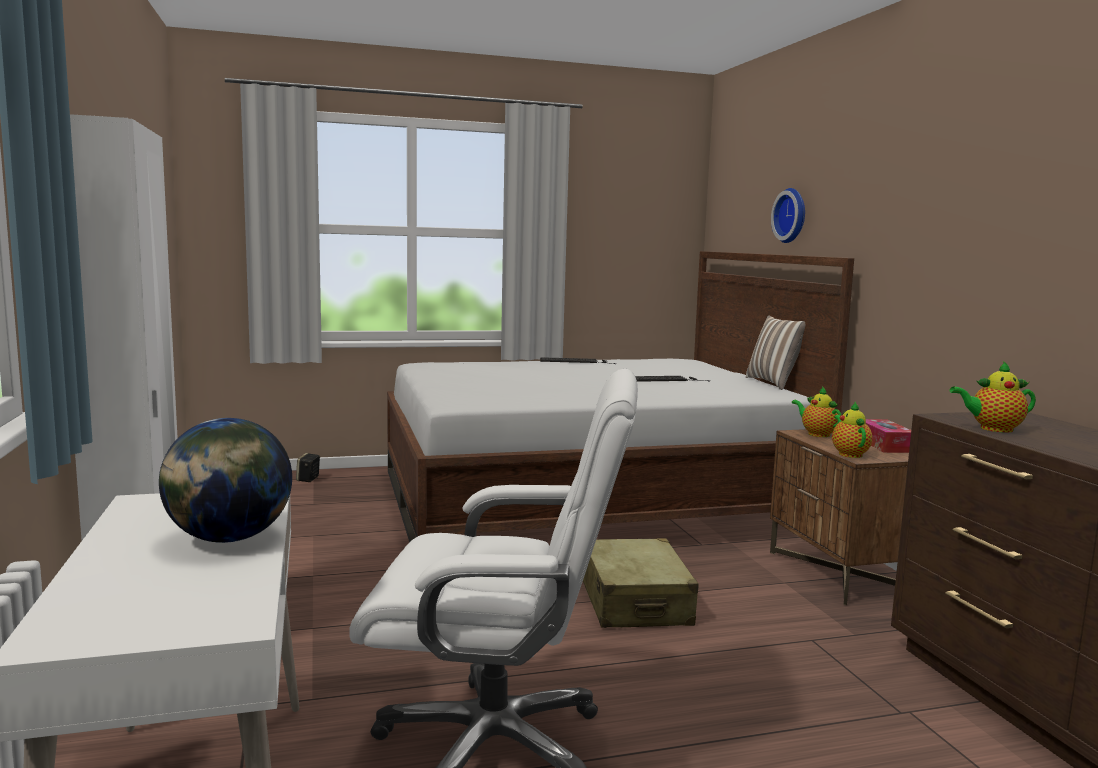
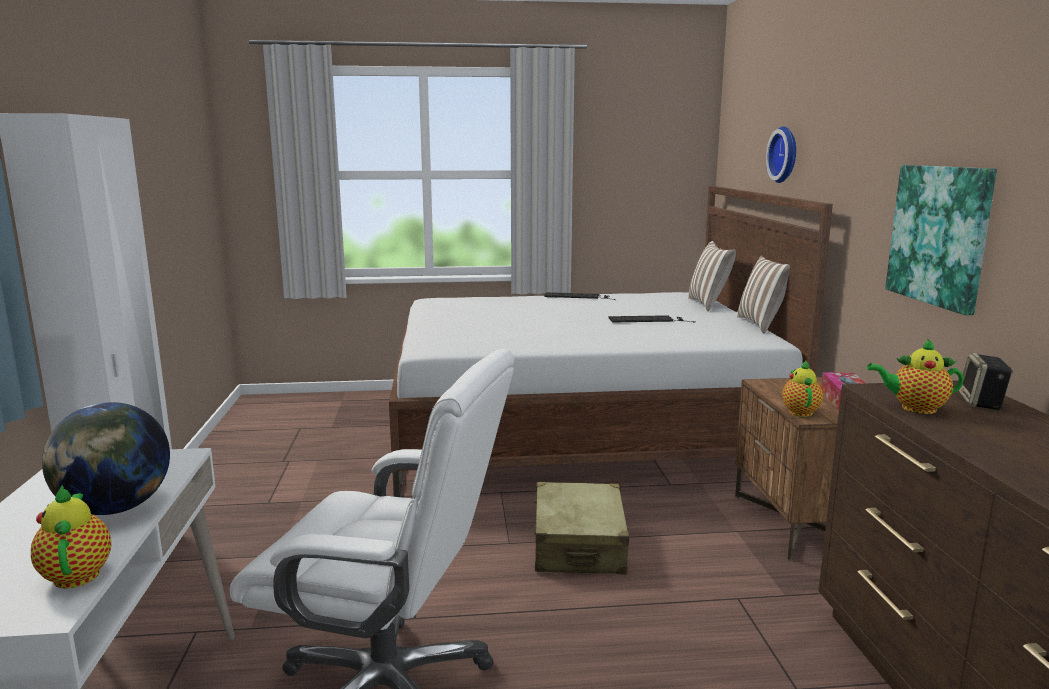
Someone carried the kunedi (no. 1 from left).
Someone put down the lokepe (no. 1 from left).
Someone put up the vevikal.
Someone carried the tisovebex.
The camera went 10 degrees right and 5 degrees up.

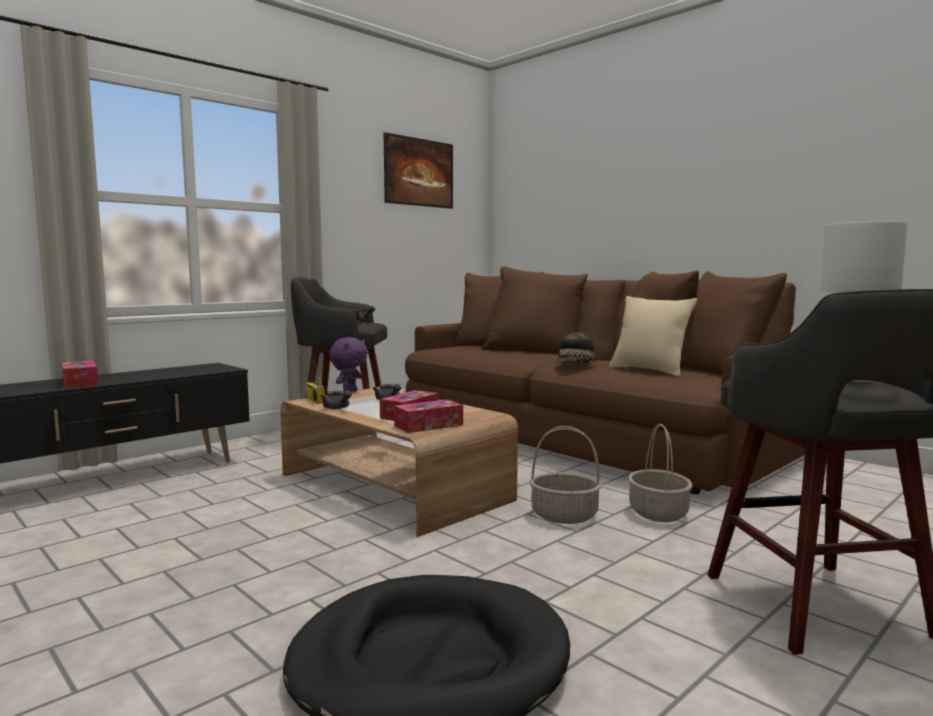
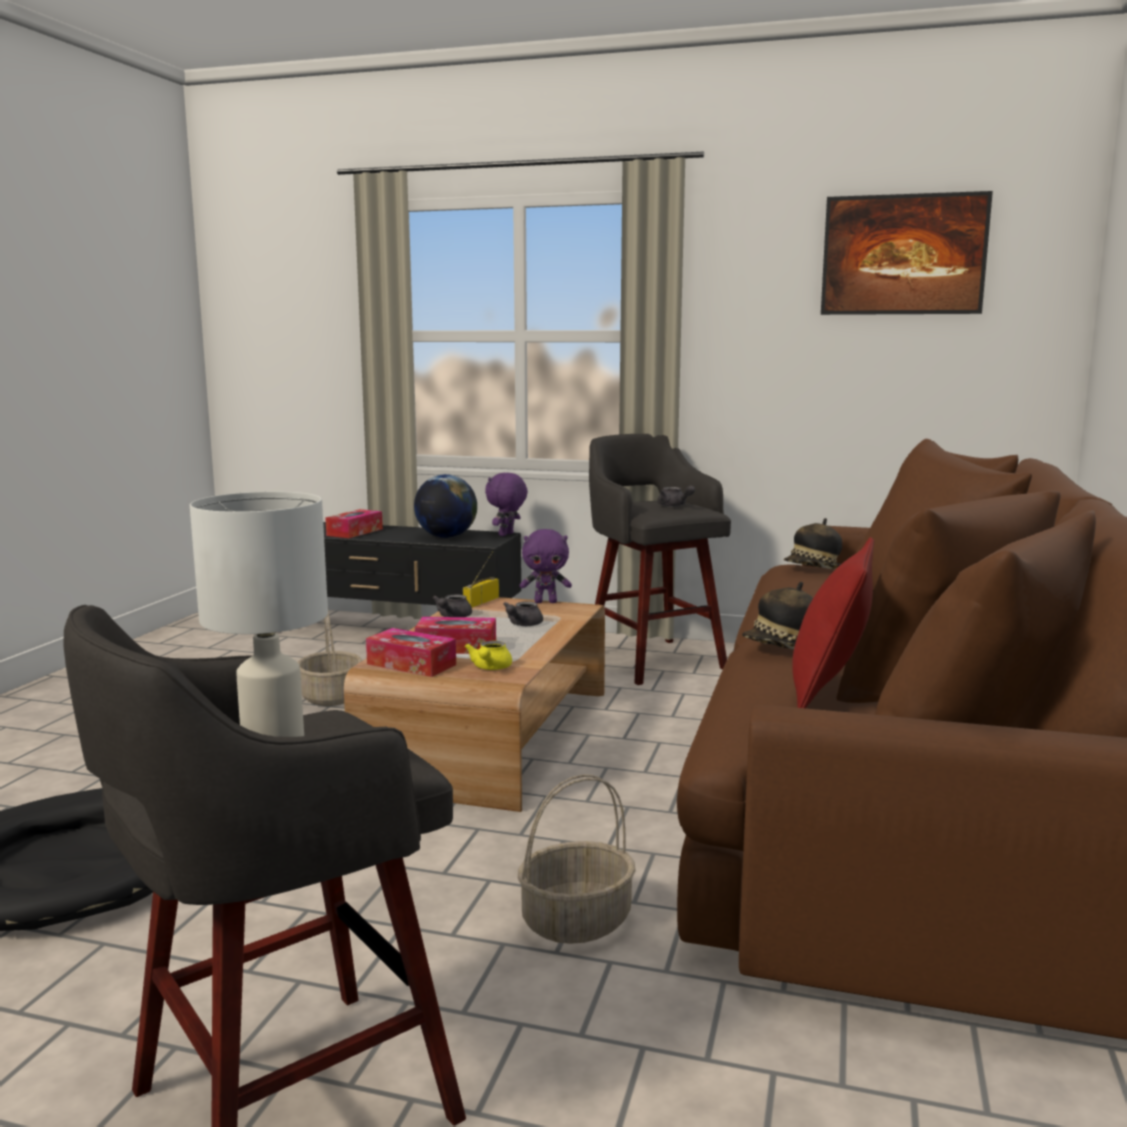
Someone carried the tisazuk (no. 1 from left).
Someone put down the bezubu.
Someone put down the kunedi (yellow).
Someone put down the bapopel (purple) (no. 1 from left).
Someone put down the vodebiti (no. 2 from left).
Someone repainted the lokepe (beige), which became the lokepe (red).
The camera went 60 degrees right and 5 degrees up.

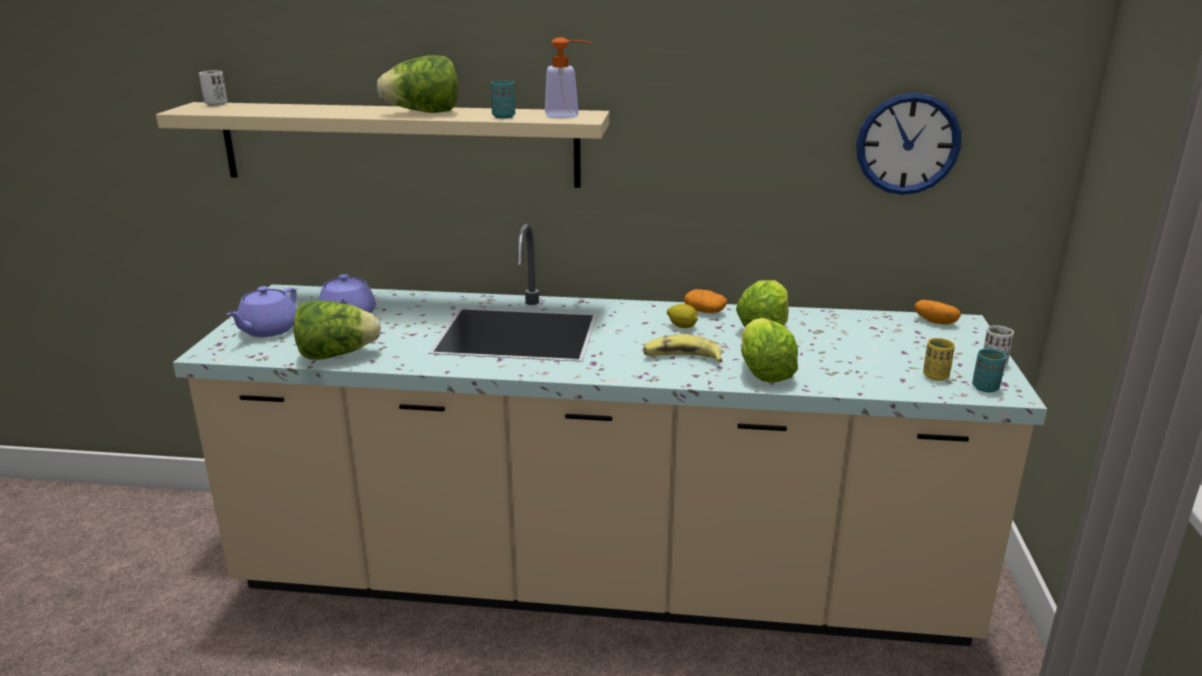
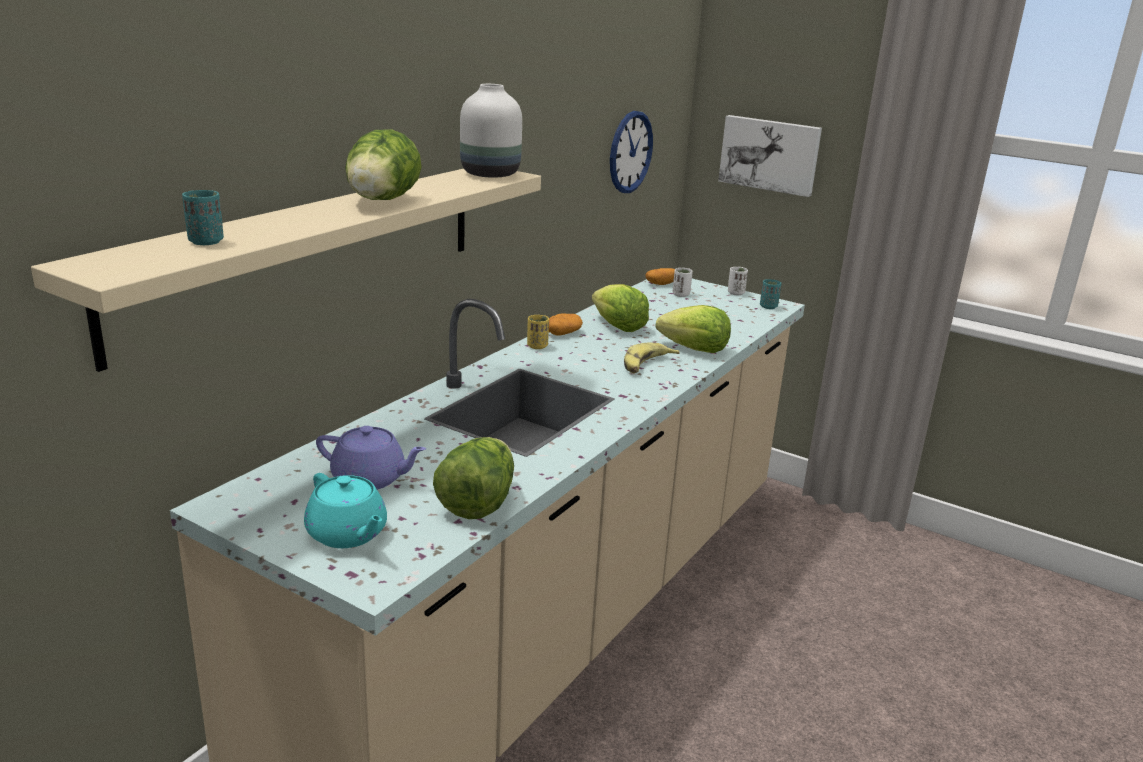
Someone carried the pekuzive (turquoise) (no. 1 from left).
Someone repainted the kunedi (purple) (no. 1 from left), which became the kunedi (turquoise).
Someone swapped the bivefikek for the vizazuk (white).
Someone carried the pekuzive (yellow).
Someone carried the pekuzive (white) (no. 1 from left).
Someone put up the vevikal.
Someone took away the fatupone.
The camera went 65 degrees left and 0 degrees up.

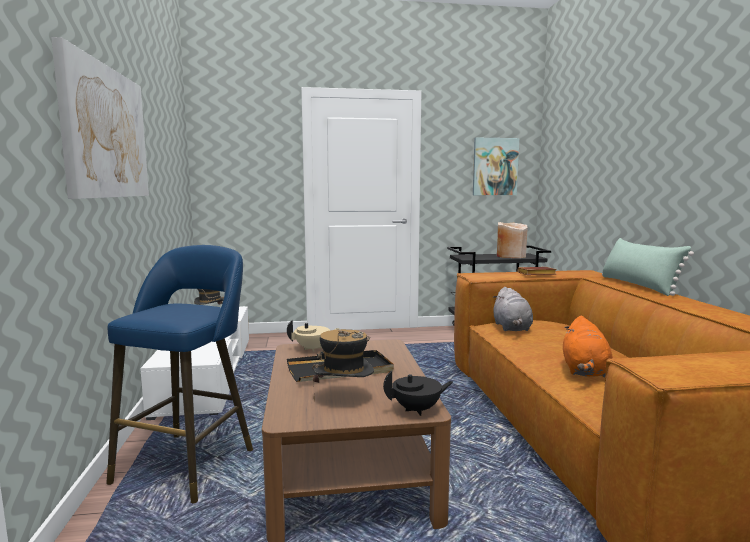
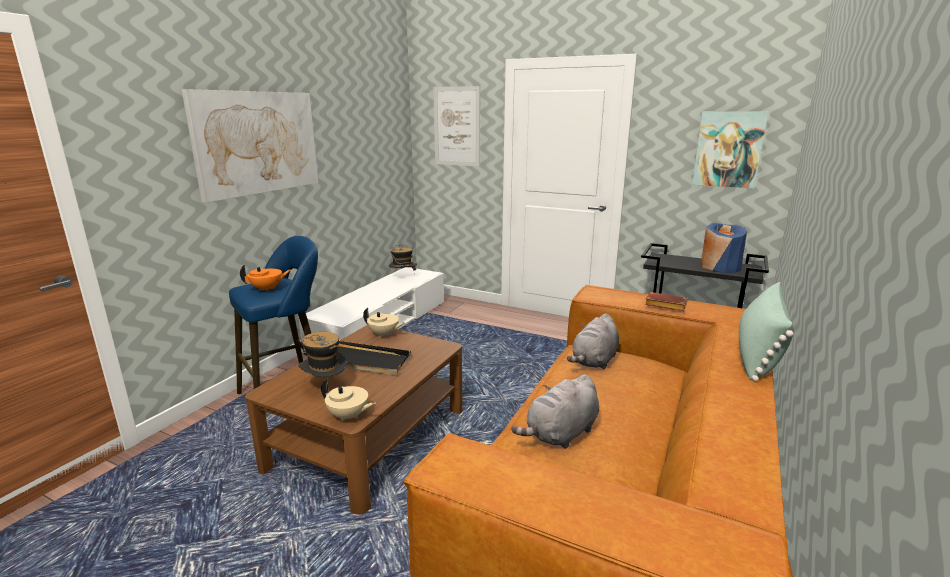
Someone put down the kunedi (orange).
Someone repainted the kunedi (black), which became the kunedi (beige) (no. 1 from left).
Someone put up the vevikal (no. 2 from left).
Someone repainted the bapopel (orange), which became the bapopel (grey) (no. 1 from left).
Someone repainted the vizazuk (beige), which became the vizazuk (blue).
The camera went 35 degrees right and 10 degrees up.

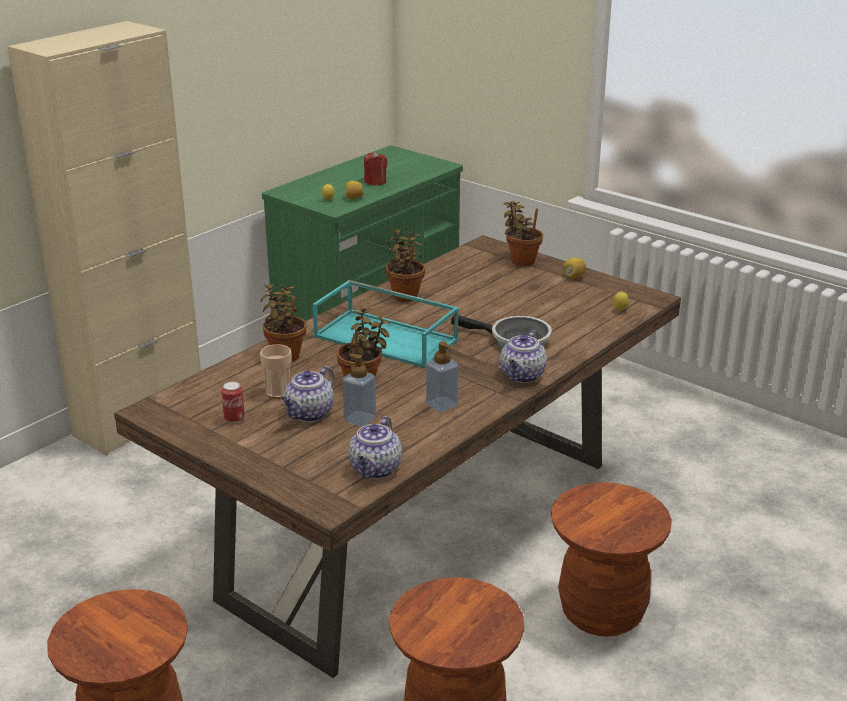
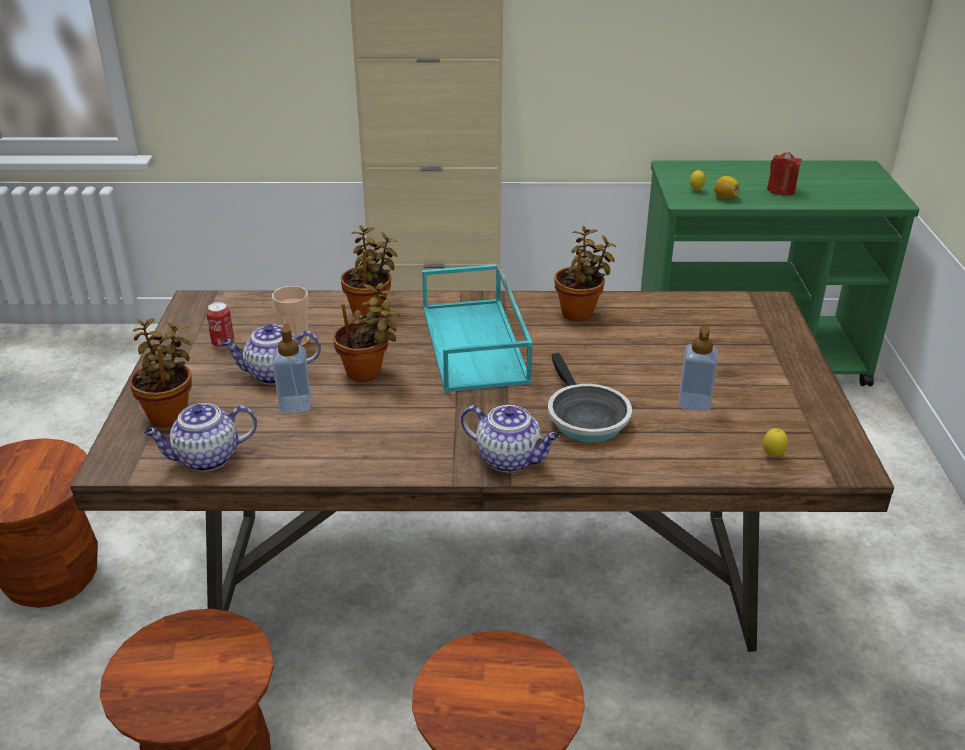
Someone carried the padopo (no. 4 from left in the first image).
Someone rotated the kunedi (no. 3 from left) by 135 degrees counterclockwise.
Someone carried the bivefikek (no. 2 from left).
Someone took away the fatupone (no. 3 from left).
The camera went 50 degrees right and 5 degrees up.

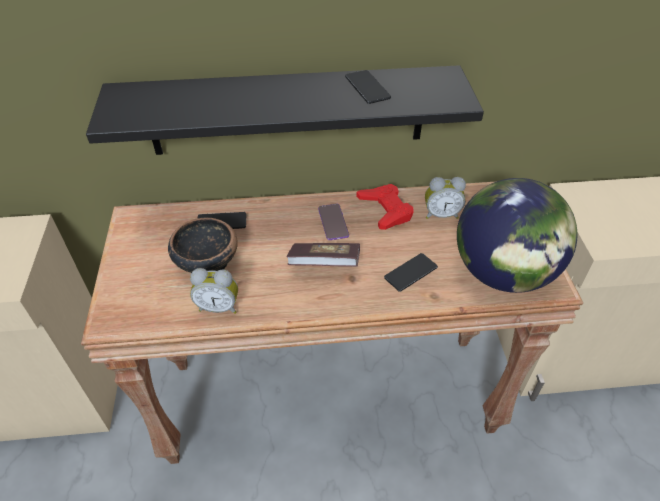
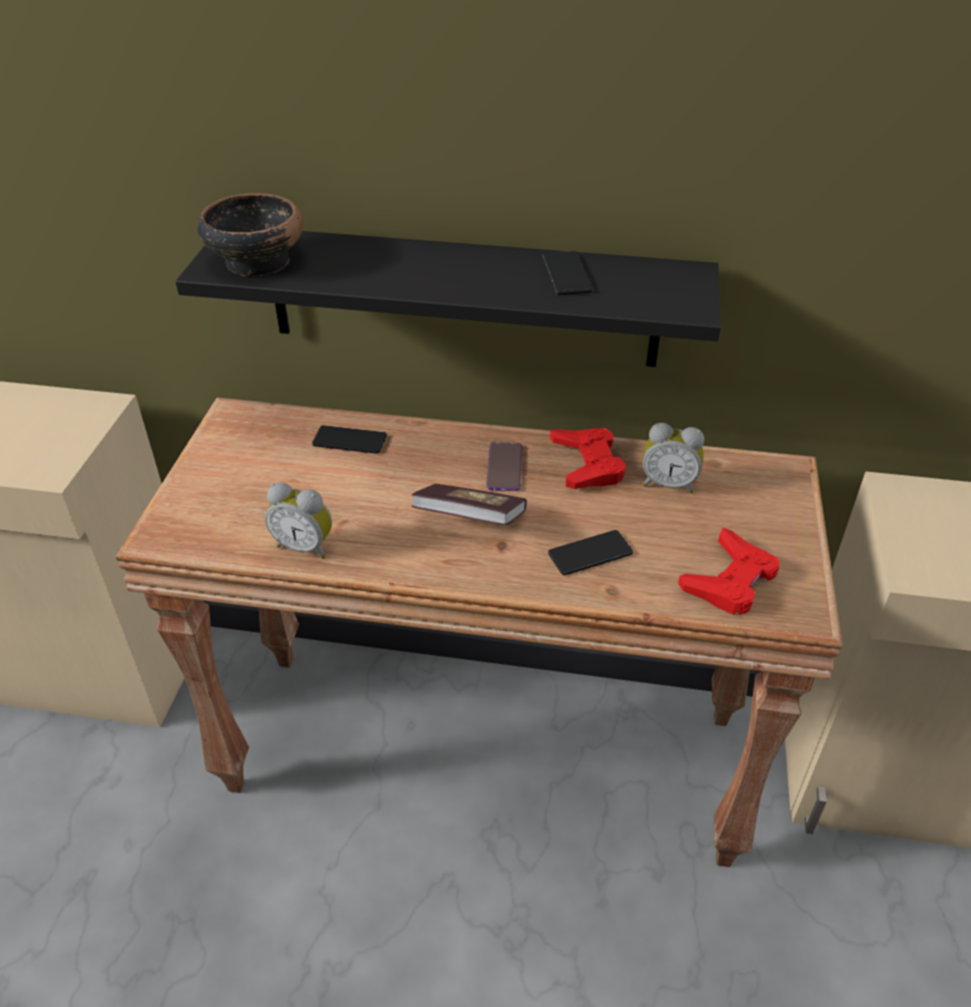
Someone carried the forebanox.
Someone swapped the bezubu for the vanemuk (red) (no. 2 from left).
The camera went 15 degrees right and 5 degrees down.

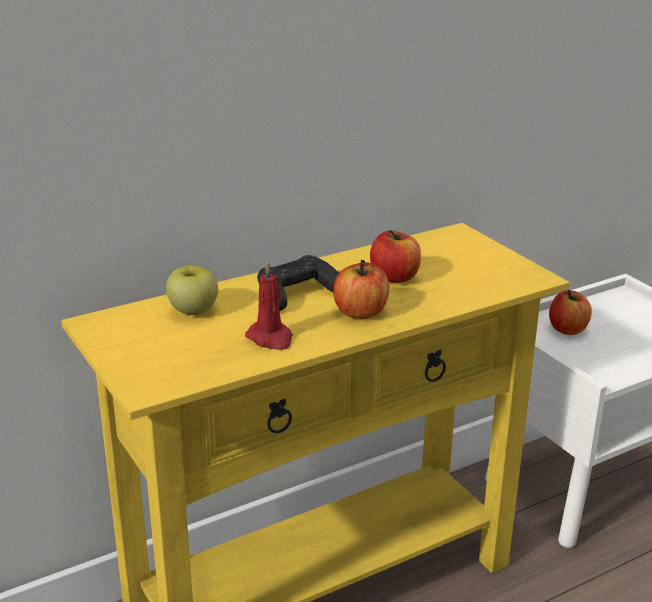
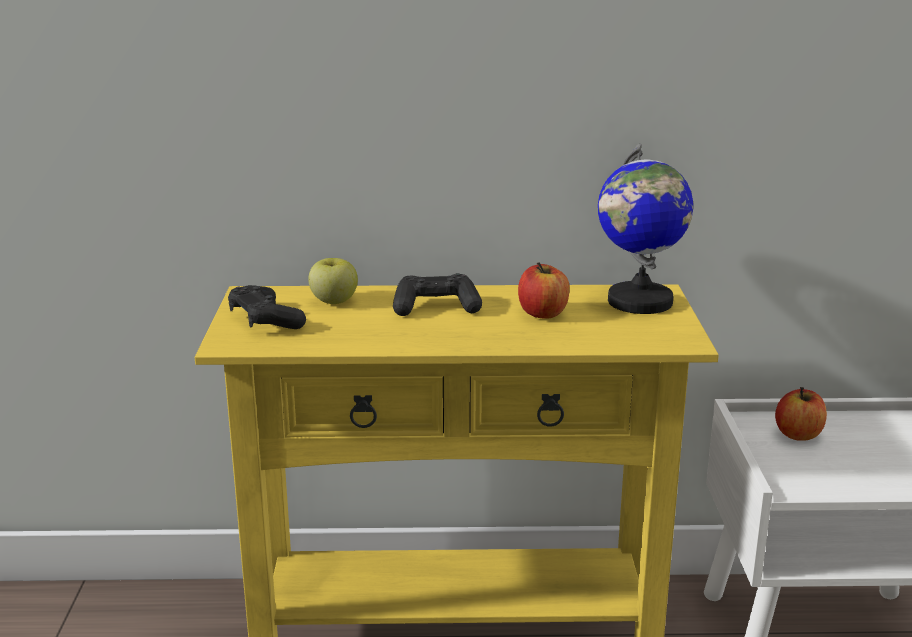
Someone put down the vanemuk (black) (no. 1 from left).
Someone put down the bezubu.
Someone took away the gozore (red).
Someone took away the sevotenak (no. 2 from left).
The camera went 30 degrees right and 5 degrees down.

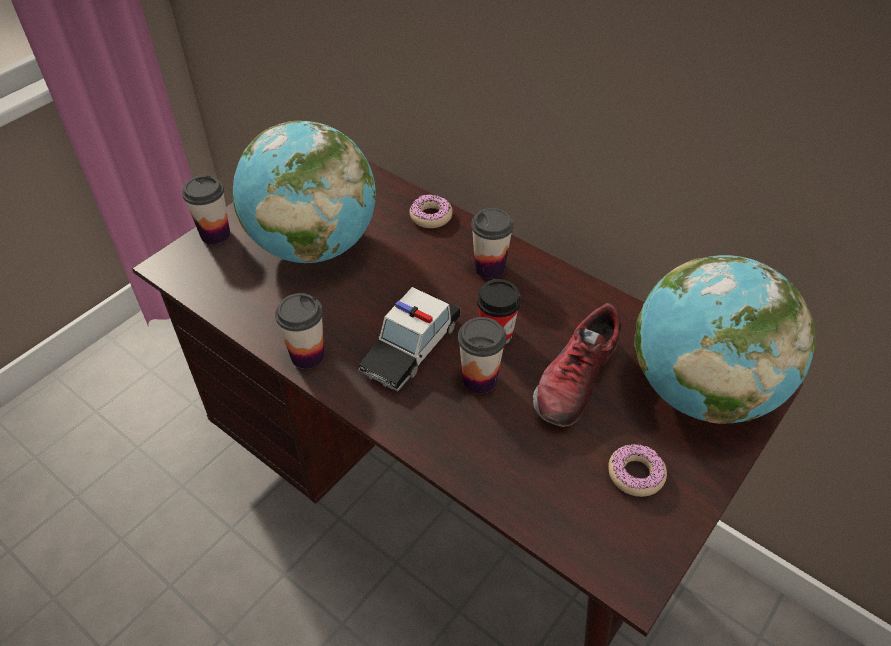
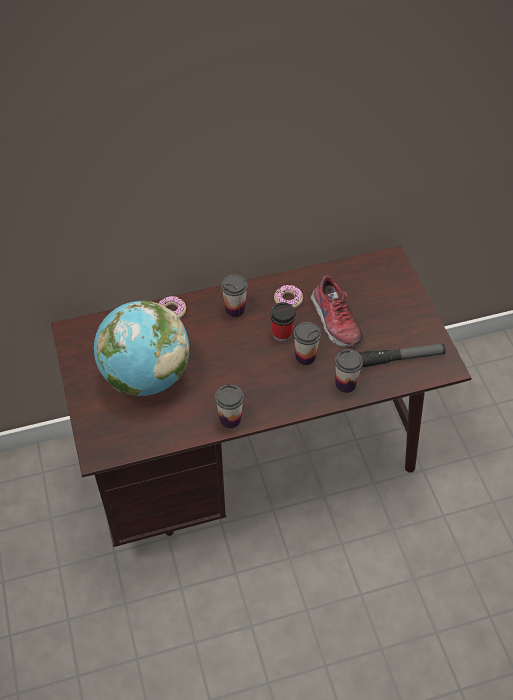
Someone carried the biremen (no. 2 from left).
Someone carried the pekuzive (no. 1 from left in the first image).
Someone put down the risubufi.
Someone took away the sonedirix.
Someone took away the bezubu (no. 2 from left).
The camera went 55 degrees left and 5 degrees up.

